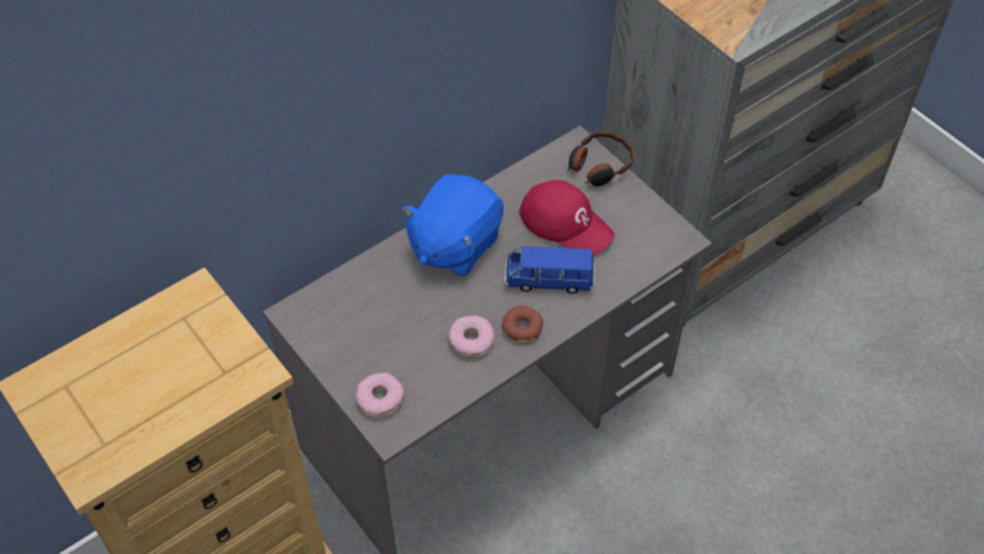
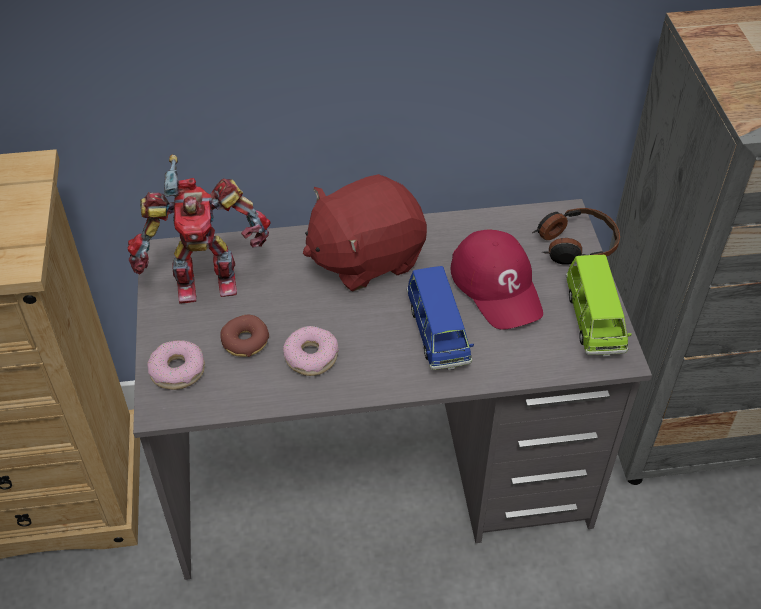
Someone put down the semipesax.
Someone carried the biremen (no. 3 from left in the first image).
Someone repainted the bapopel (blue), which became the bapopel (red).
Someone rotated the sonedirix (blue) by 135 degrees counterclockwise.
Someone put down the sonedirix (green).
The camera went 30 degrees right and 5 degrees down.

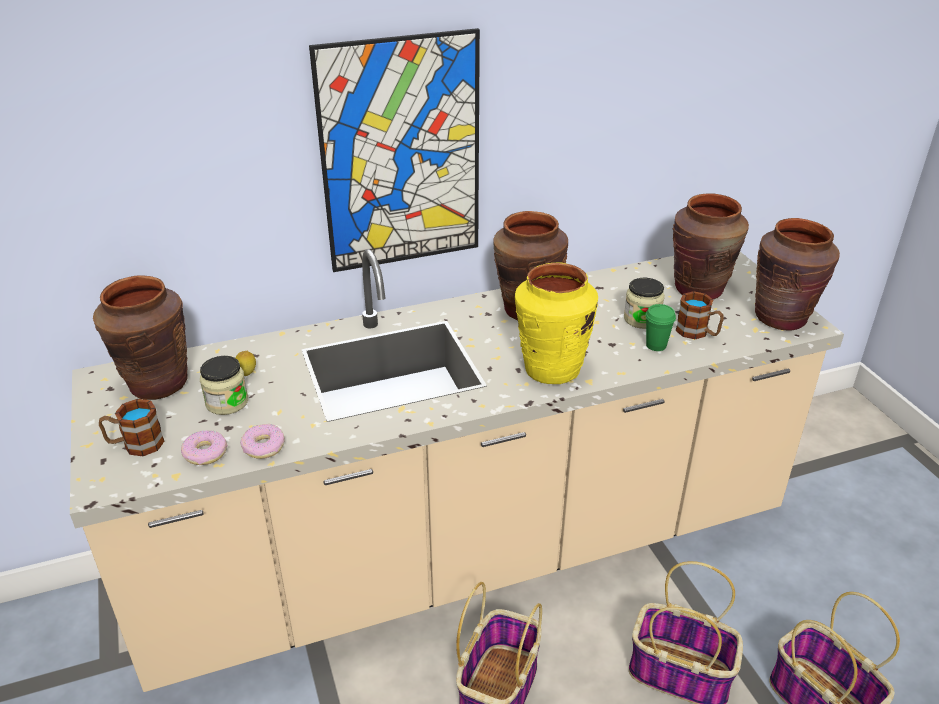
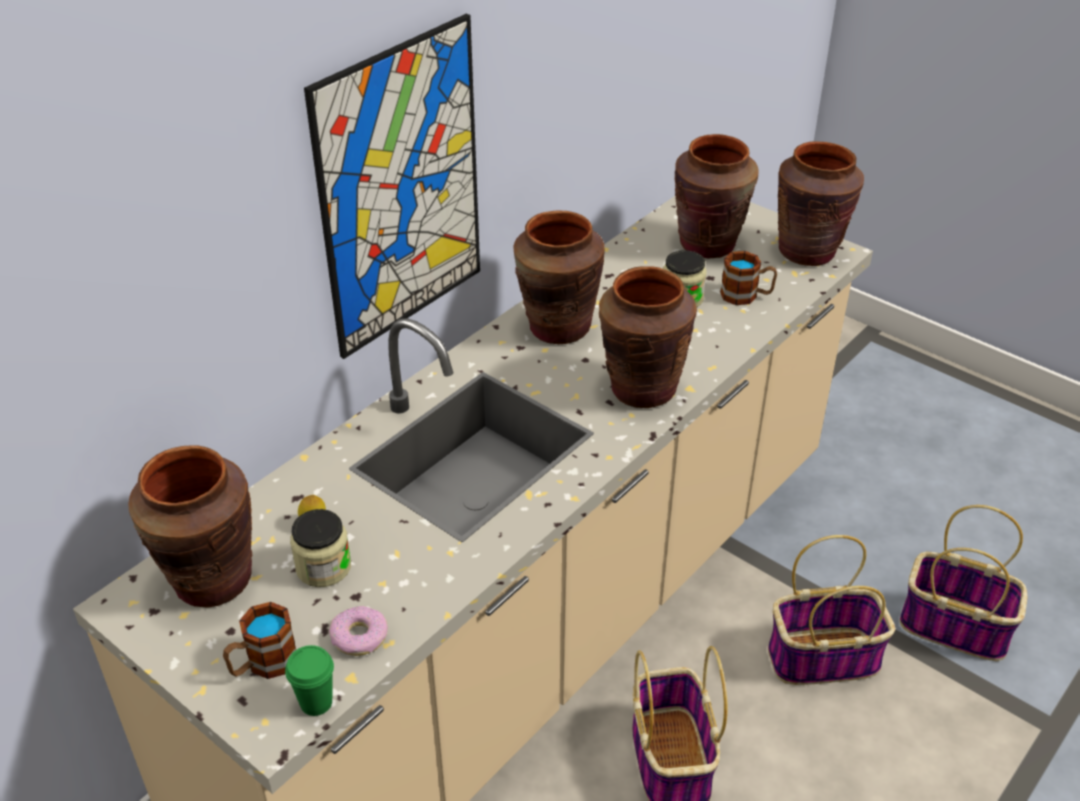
Someone carried the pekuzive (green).
Someone repainted the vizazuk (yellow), which became the vizazuk (brown) (no. 3 from left).
Someone took away the biremen (no. 2 from left).
The camera went 30 degrees left and 5 degrees up.

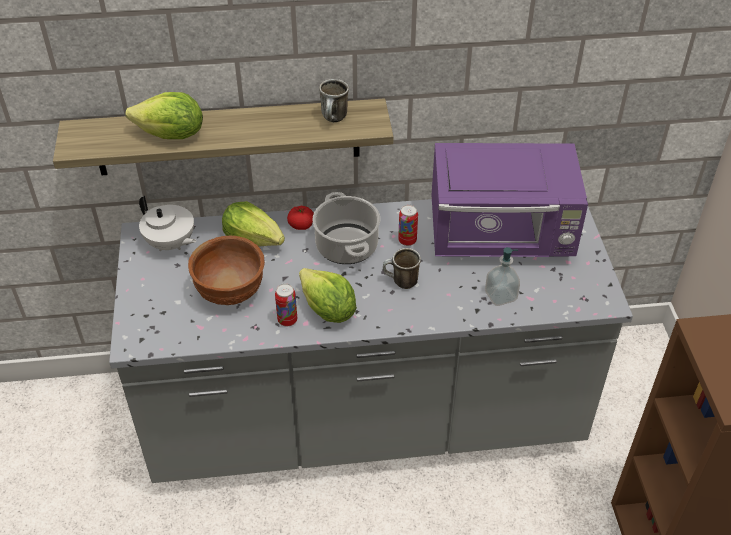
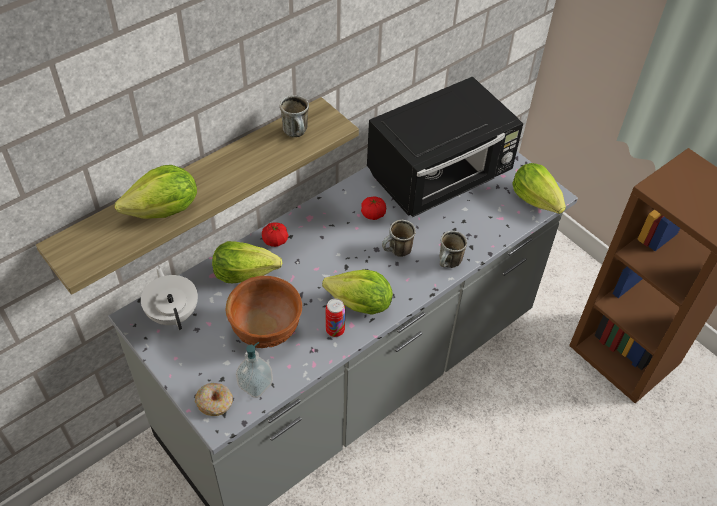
Someone rotated the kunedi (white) by 120 degrees counterclockwise.
Someone put down the biremen.
Someone carried the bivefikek.
Someone swapped the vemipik (no. 2 from left) for the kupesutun (no. 2 from left).
Someone repainted the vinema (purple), which became the vinema (black).
Someone put down the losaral (no. 3 from left).
Someone put down the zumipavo (no. 4 from left).
Someone took away the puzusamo.
The camera went 35 degrees left and 5 degrees up.

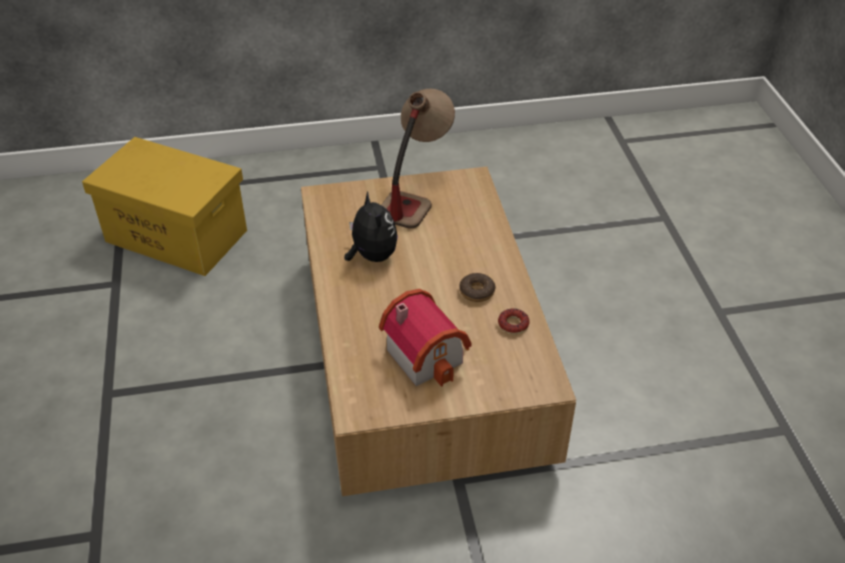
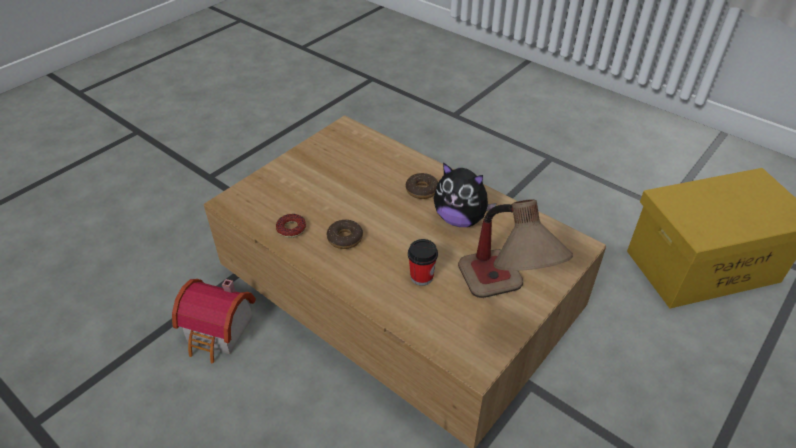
Someone carried the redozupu.
Someone put down the biremen (no. 3 from left).
Someone put down the pekuzive.
The camera went 140 degrees right and 0 degrees up.

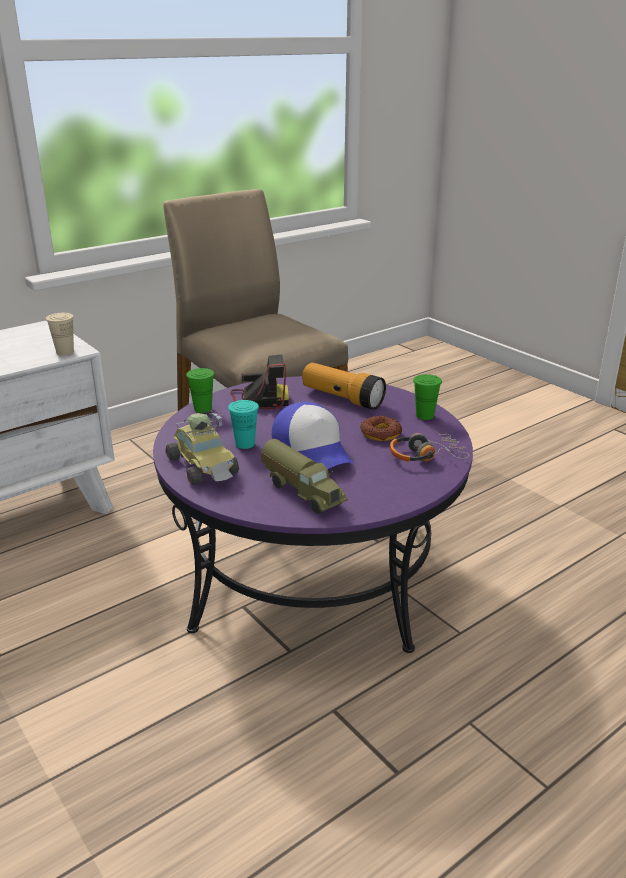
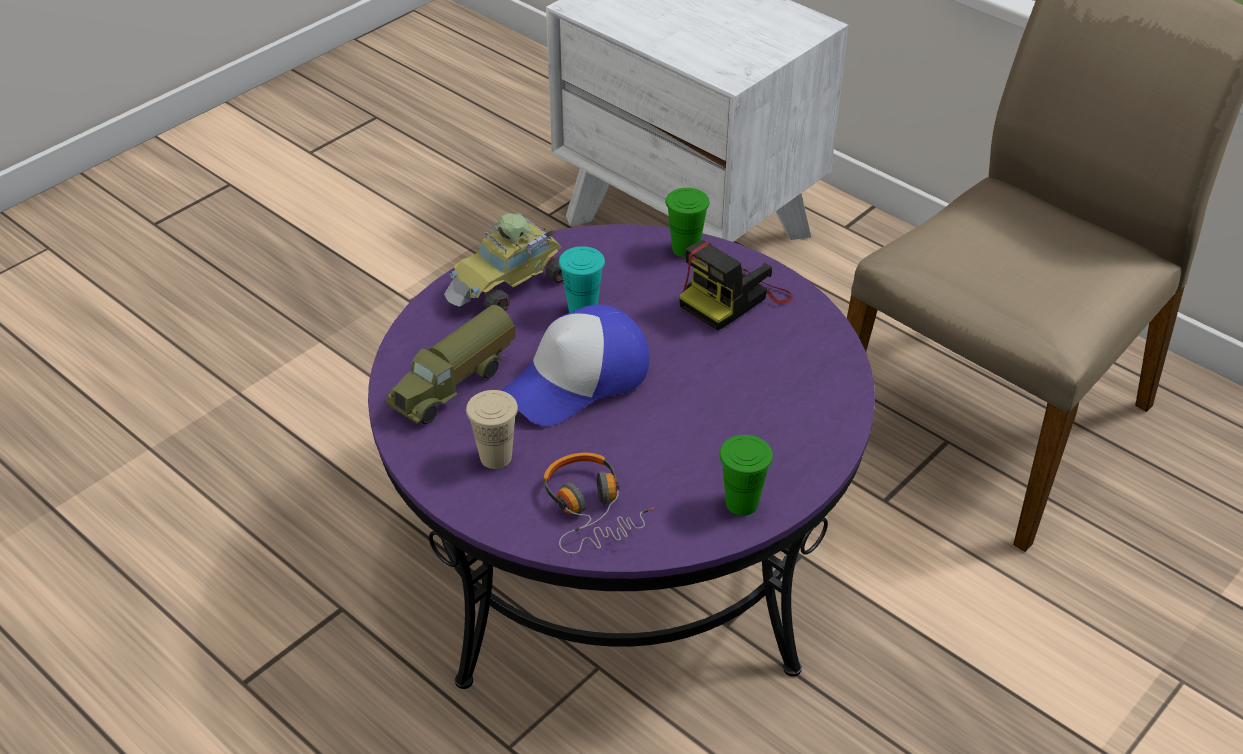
Someone carried the pekuzive (beige).
Someone rotated the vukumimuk by 60 degrees clockwise.
Someone took away the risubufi.
Someone took away the biremen.
The camera went 80 degrees right and 15 degrees up.

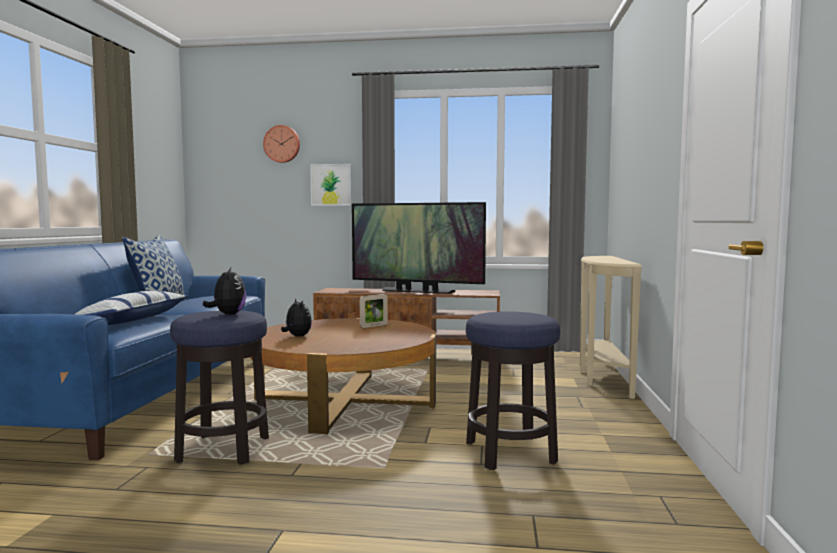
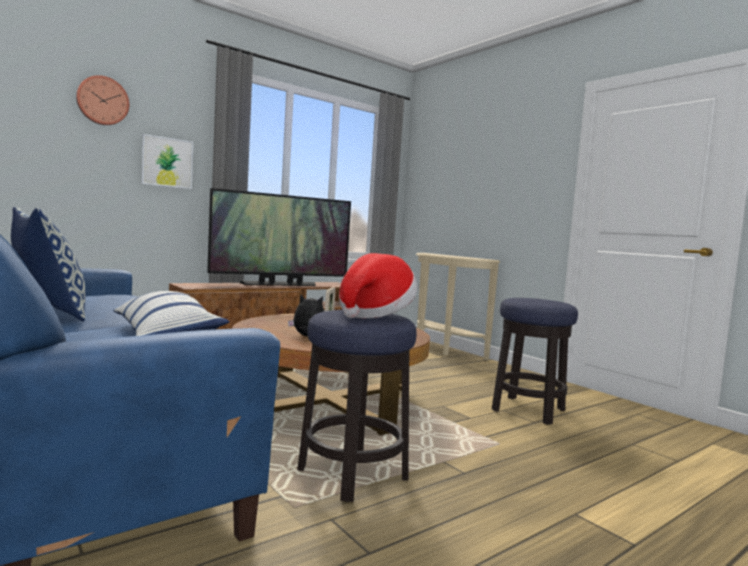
Someone swapped the bapopel (no. 1 from left) for the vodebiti.
The camera went 45 degrees left and 0 degrees up.

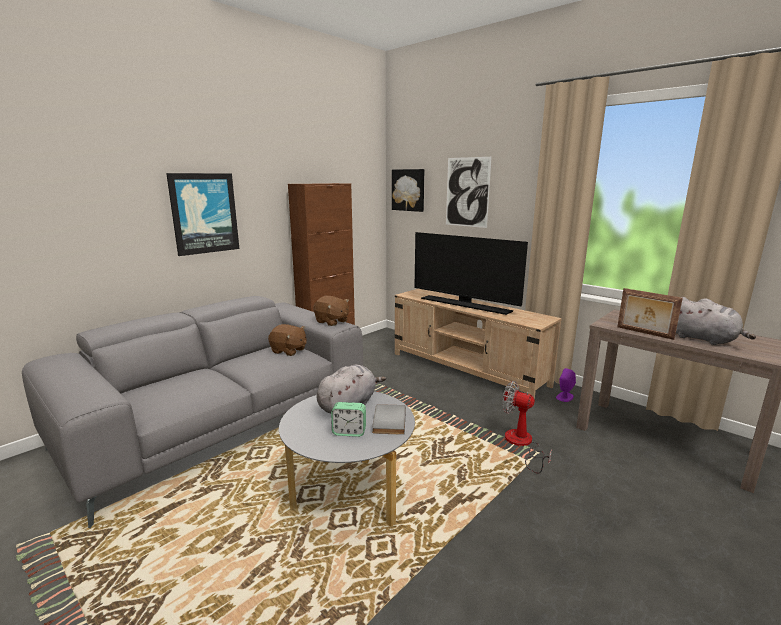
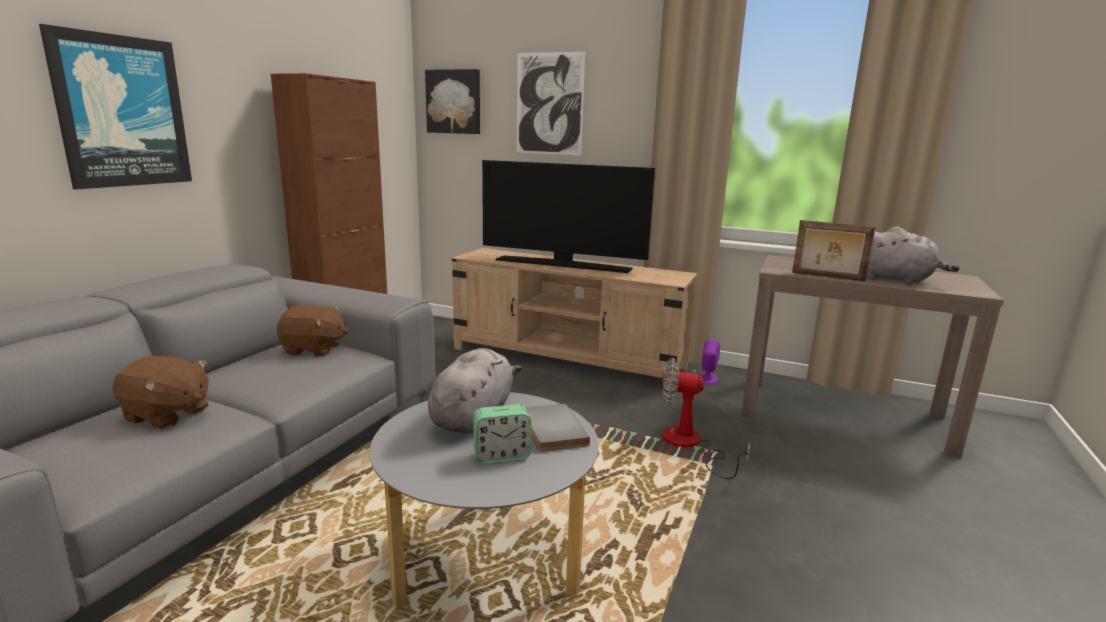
Someone carried the bapopel (brown) (no. 2 from left in the first image).
The camera went 20 degrees left and 0 degrees up.

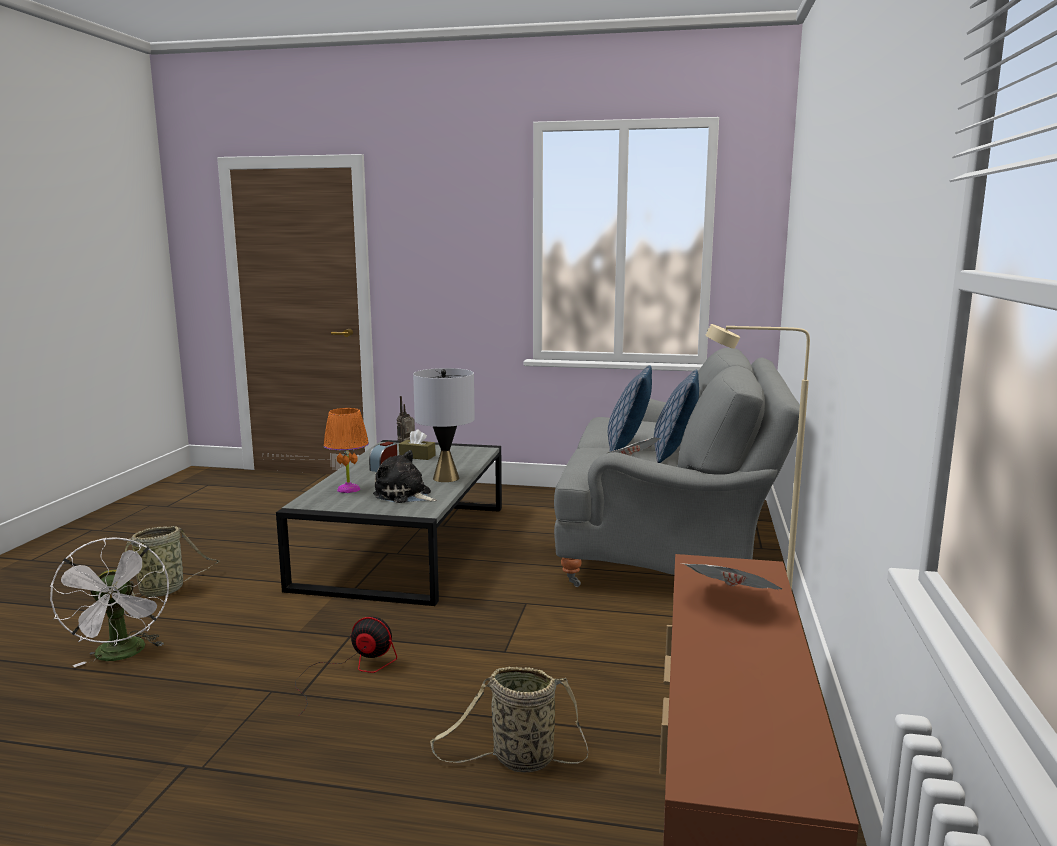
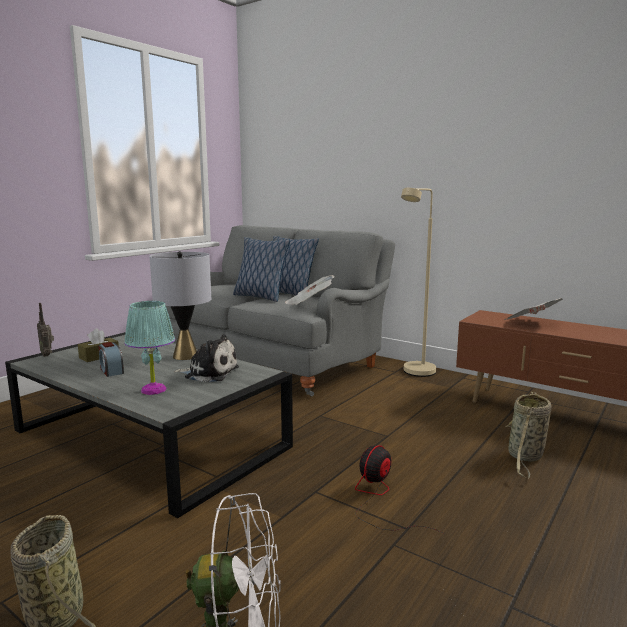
Someone repainted the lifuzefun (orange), which became the lifuzefun (turquoise).
Someone rotated the bapopel by 135 degrees counterclockwise.
The camera went 65 degrees left and 0 degrees up.

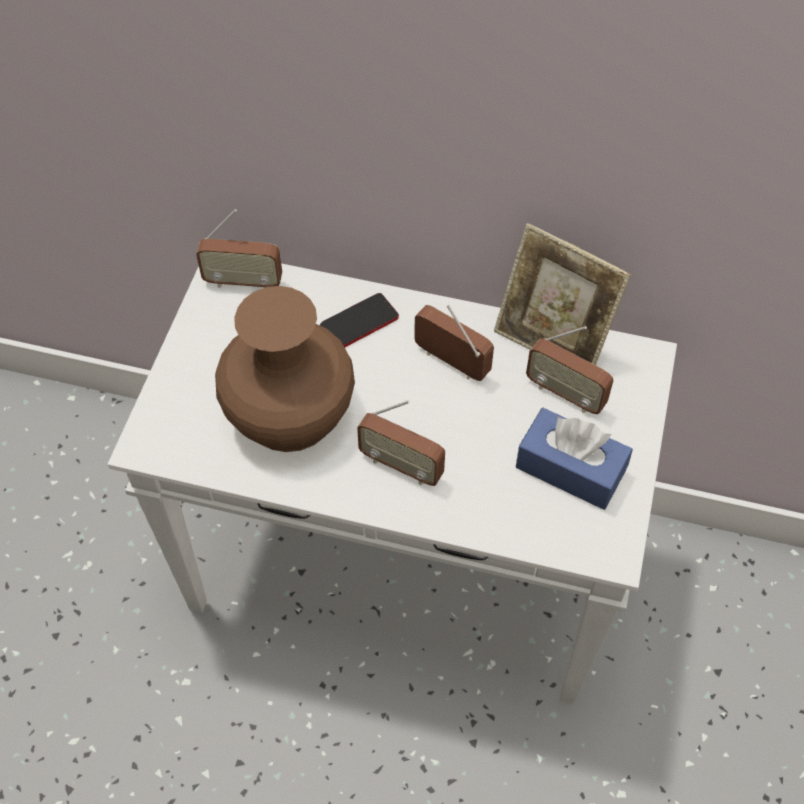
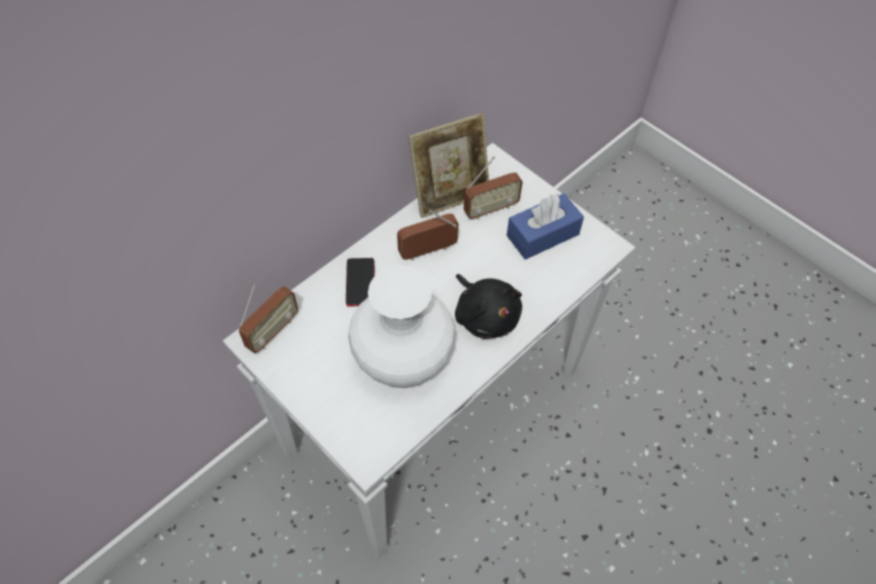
Someone repainted the vizazuk (brown), which became the vizazuk (white).
Someone swapped the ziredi (no. 2 from left) for the bapopel (black).
The camera went 60 degrees left and 0 degrees up.

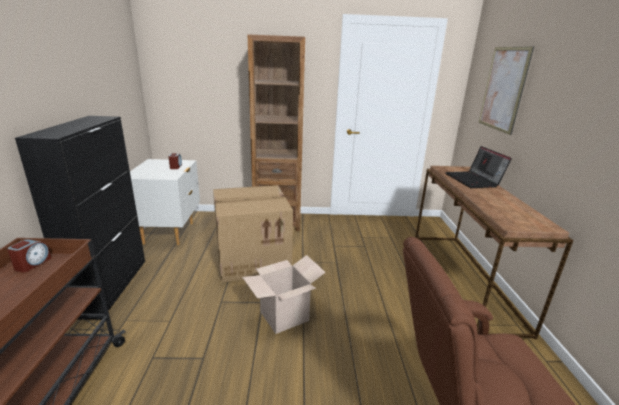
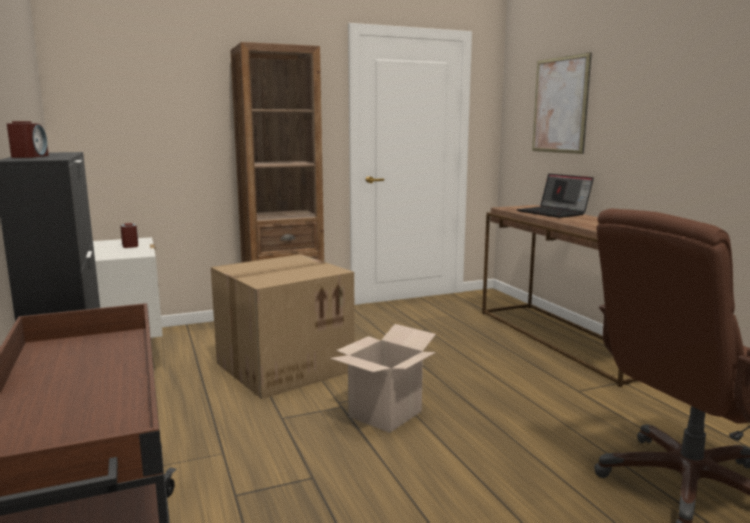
Someone carried the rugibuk (no. 1 from left).
The camera went 20 degrees left and 10 degrees down.

